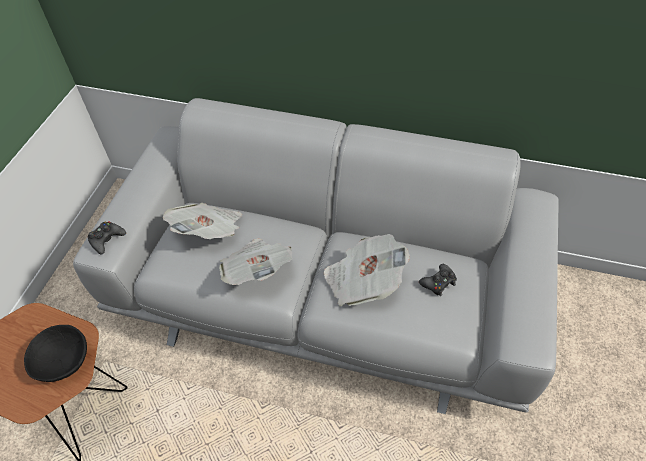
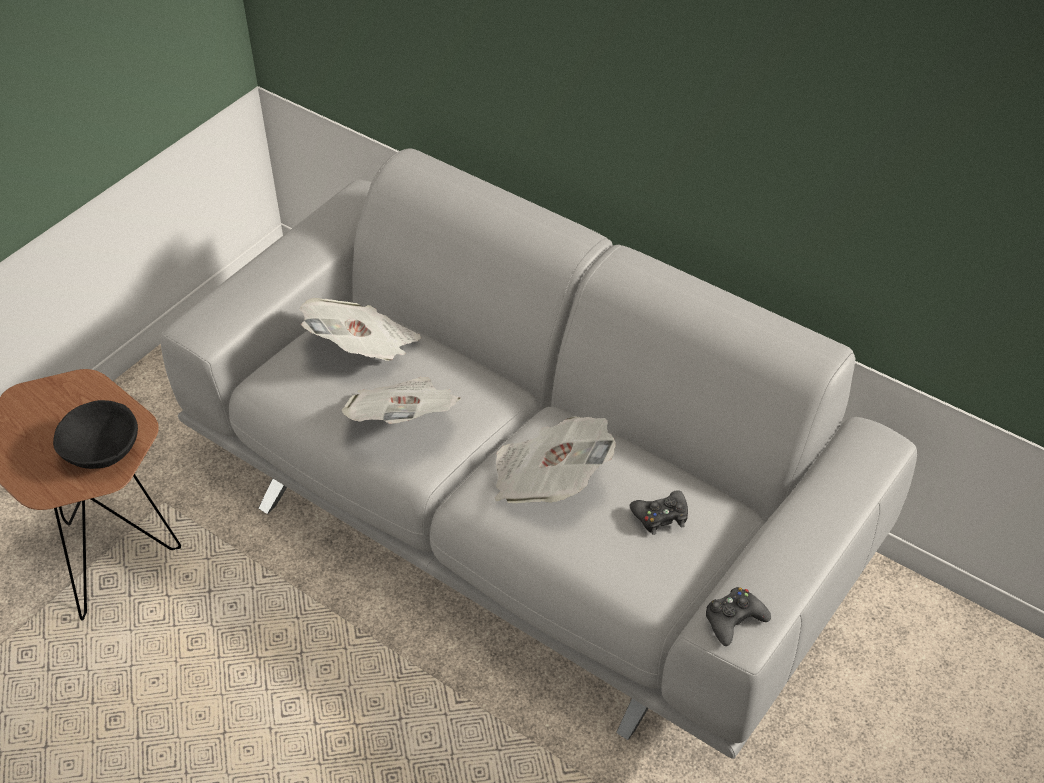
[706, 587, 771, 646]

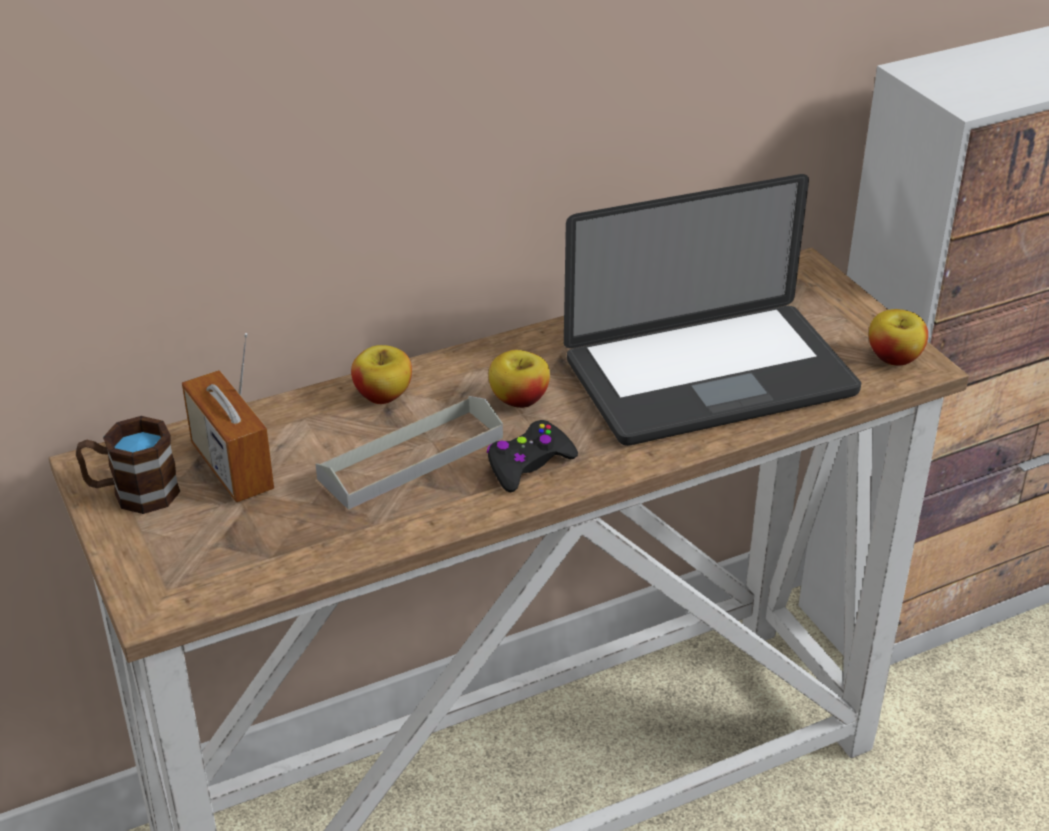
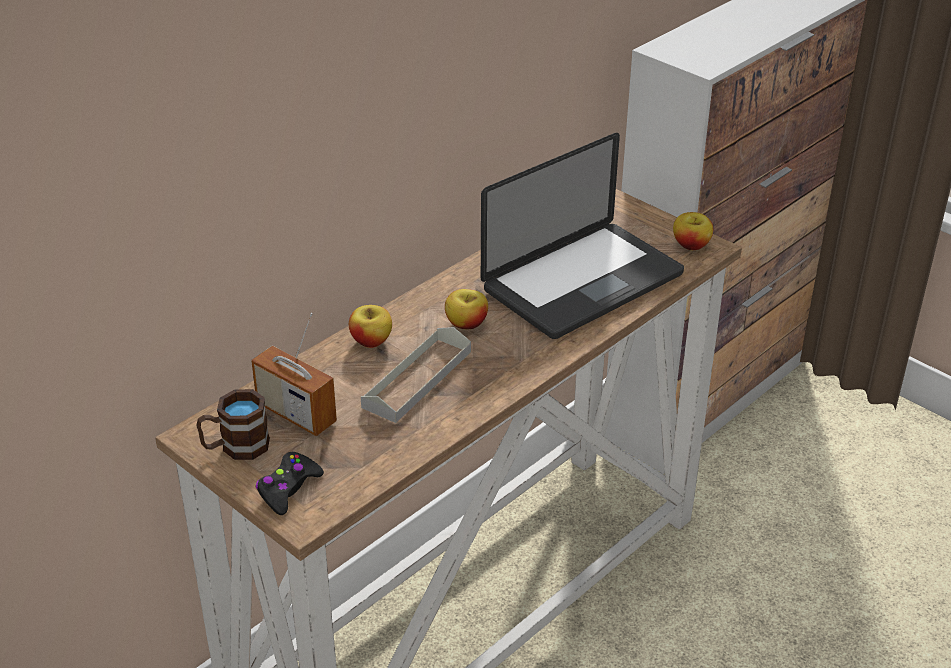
[256, 452, 324, 515]

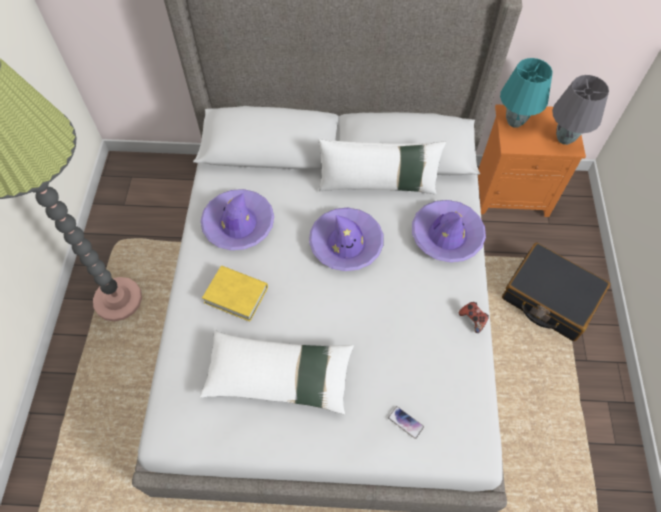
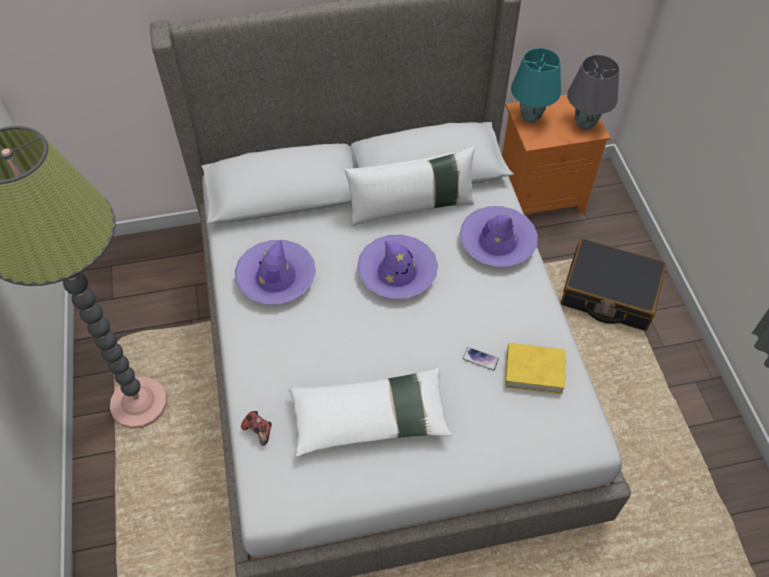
[505, 343, 566, 394]
[463, 347, 499, 371]
[241, 411, 272, 446]

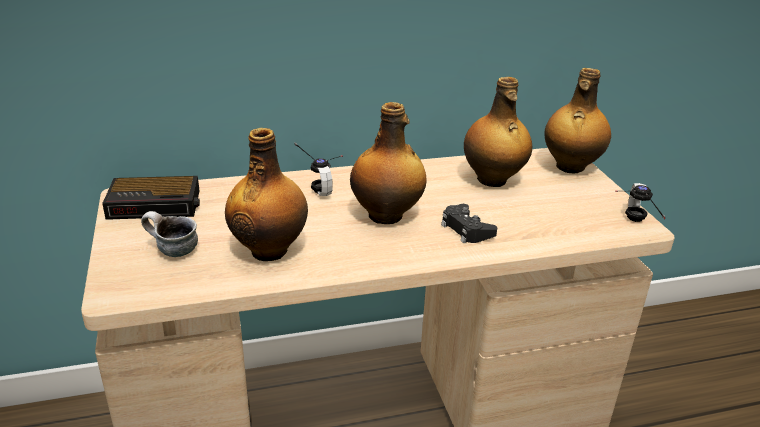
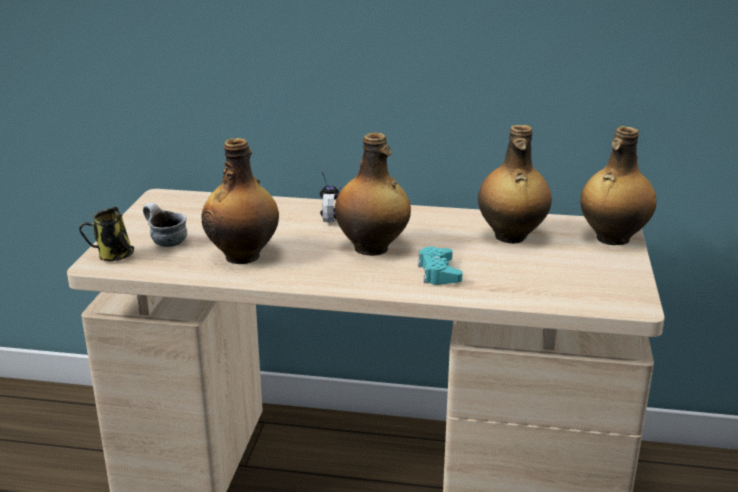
[102, 176, 200, 220] (first image)
[615, 183, 666, 222] (first image)
[79, 207, 134, 262]
[417, 247, 463, 285]

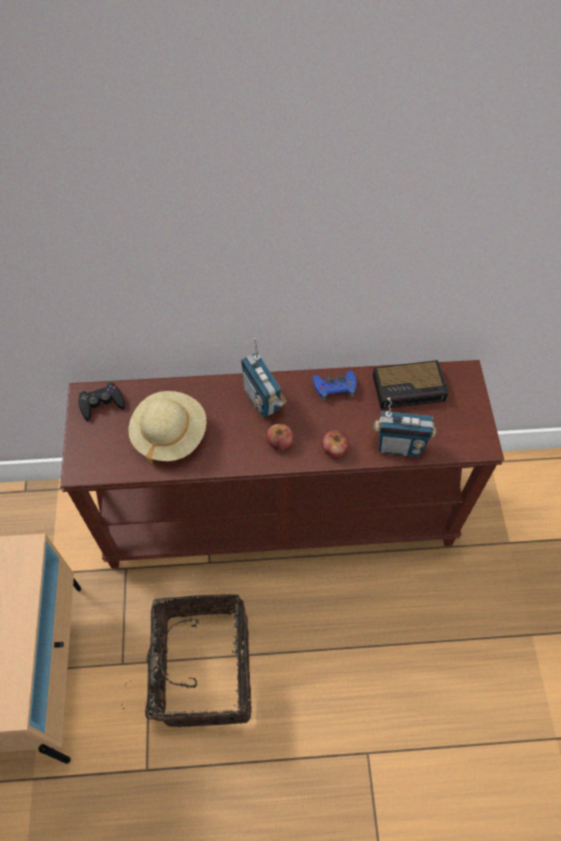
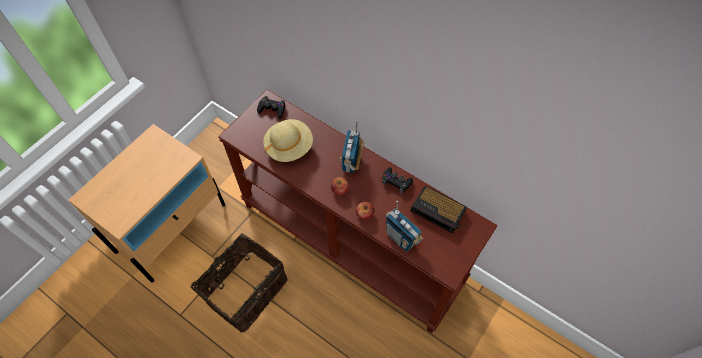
[382, 167, 413, 194]

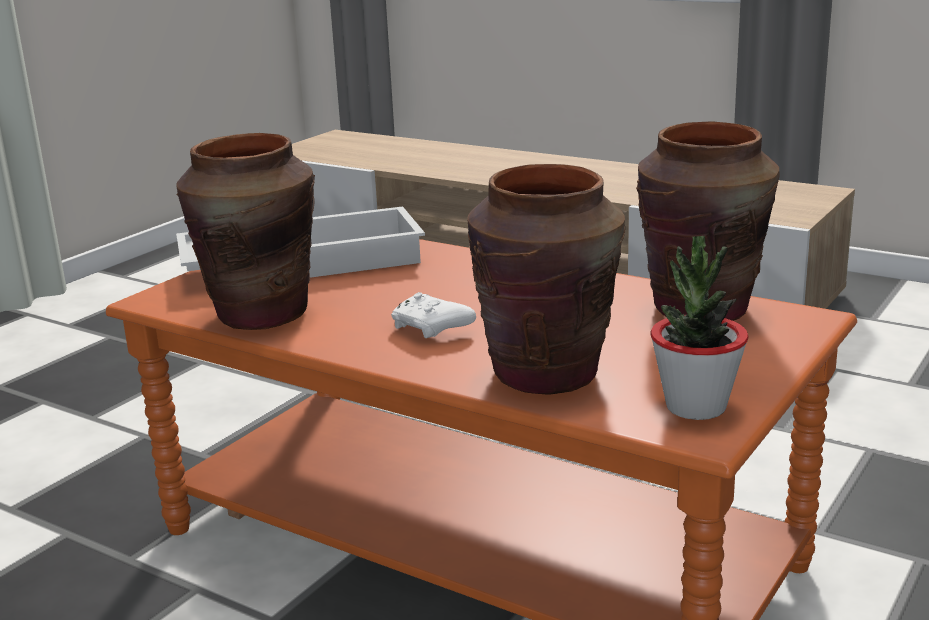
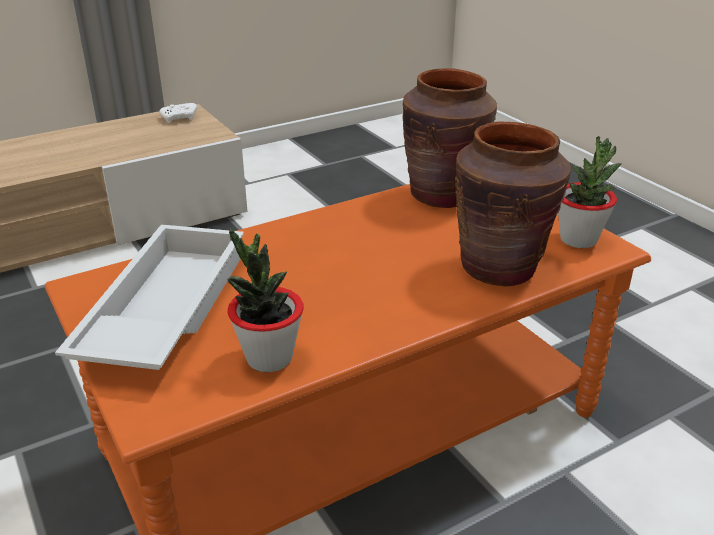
[159, 103, 197, 123]
[227, 227, 304, 372]

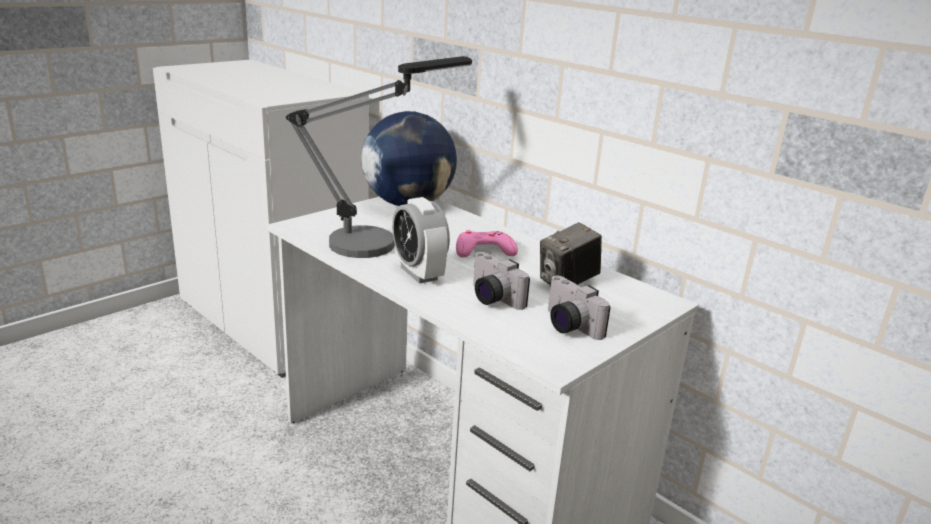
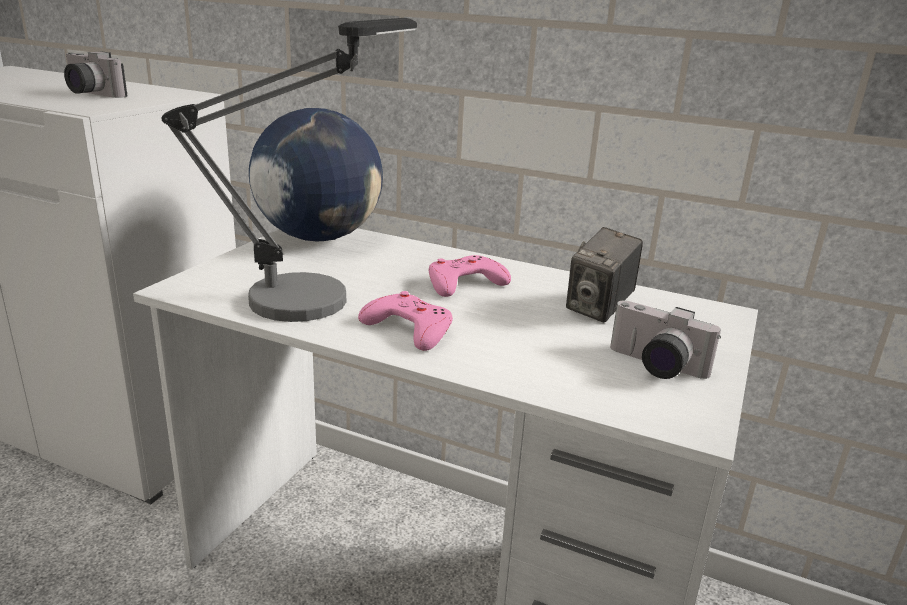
[64, 51, 128, 98]
[358, 291, 453, 351]

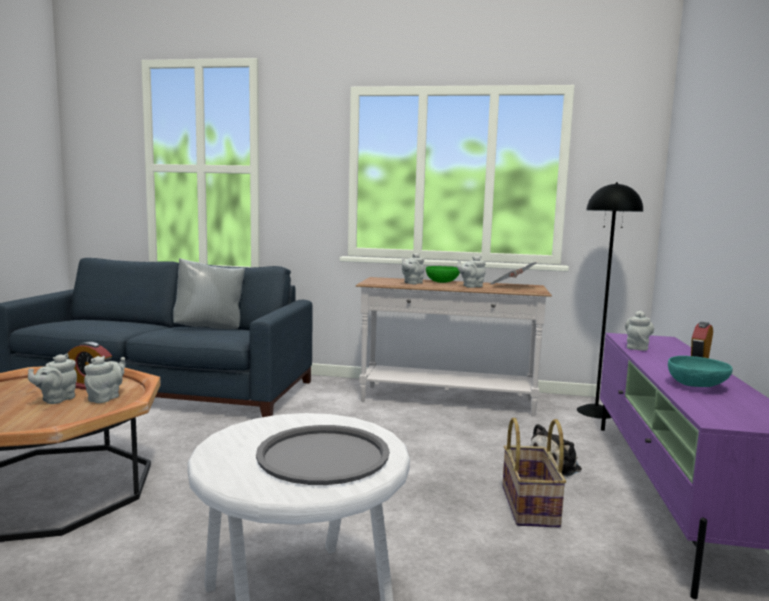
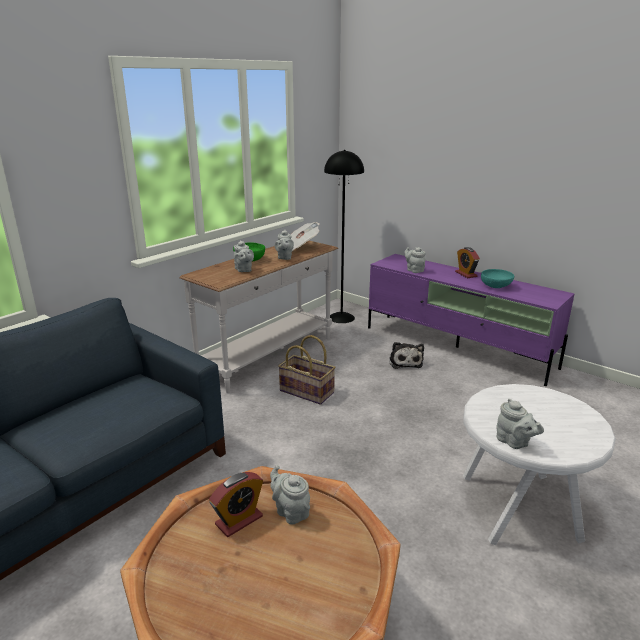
[173, 258, 245, 329] (first image)
[256, 425, 389, 485] (first image)
[496, 399, 544, 449]
[278, 335, 336, 405]

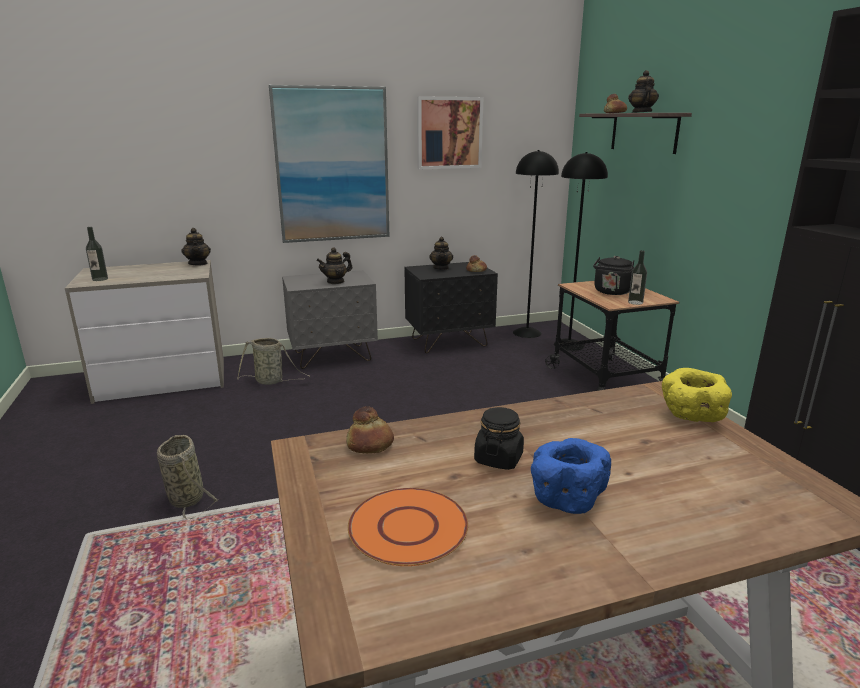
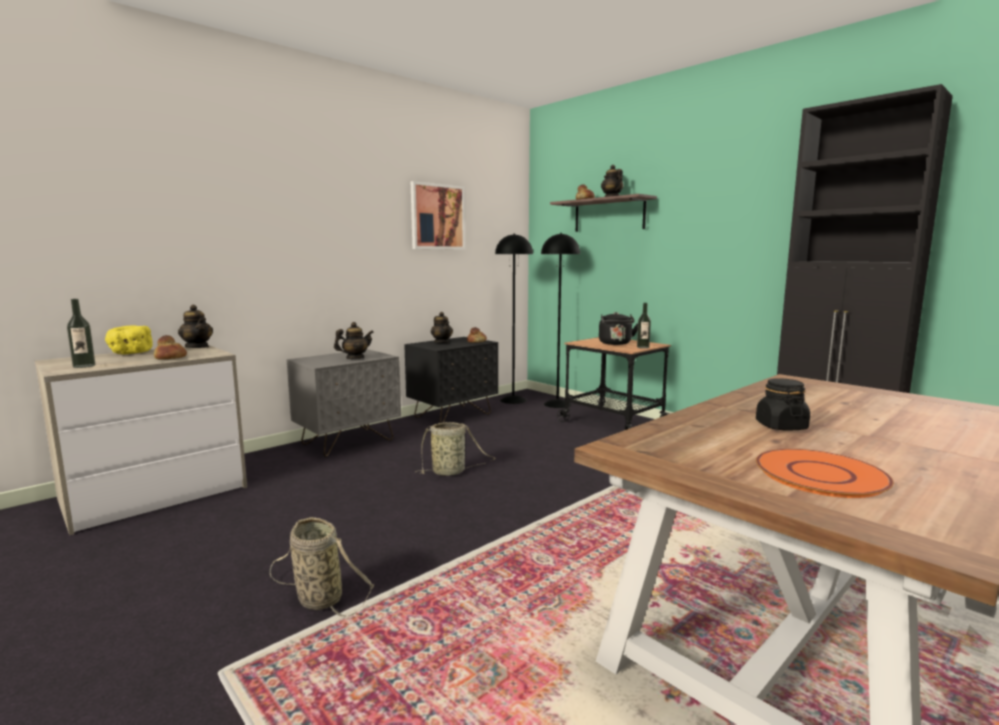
[269, 85, 390, 243] (first image)
[531, 438, 611, 514] (first image)
[415, 422, 496, 476]
[154, 335, 187, 360]
[105, 325, 153, 355]
[334, 322, 374, 359]

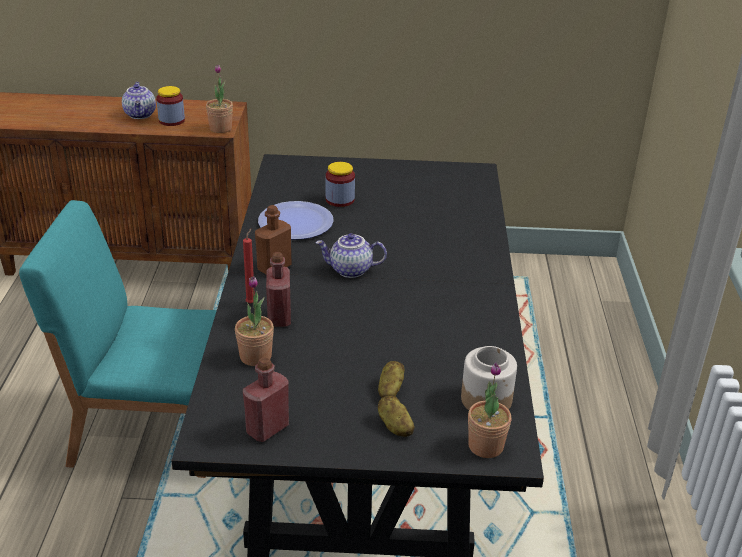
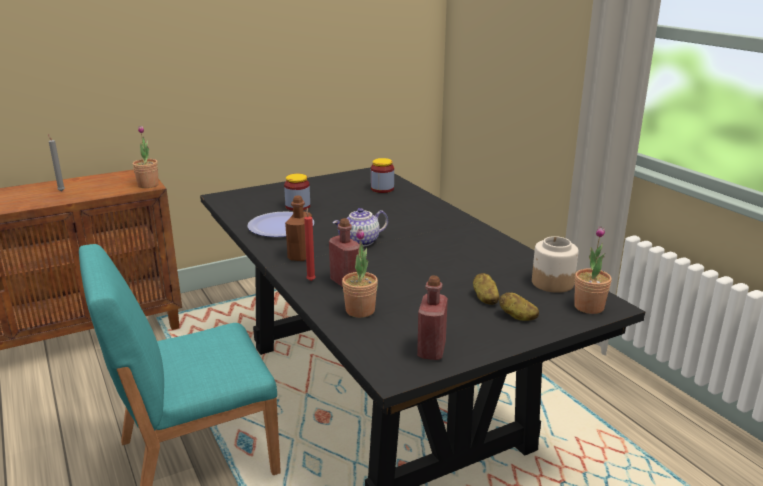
[371, 158, 394, 193]
[48, 134, 65, 191]

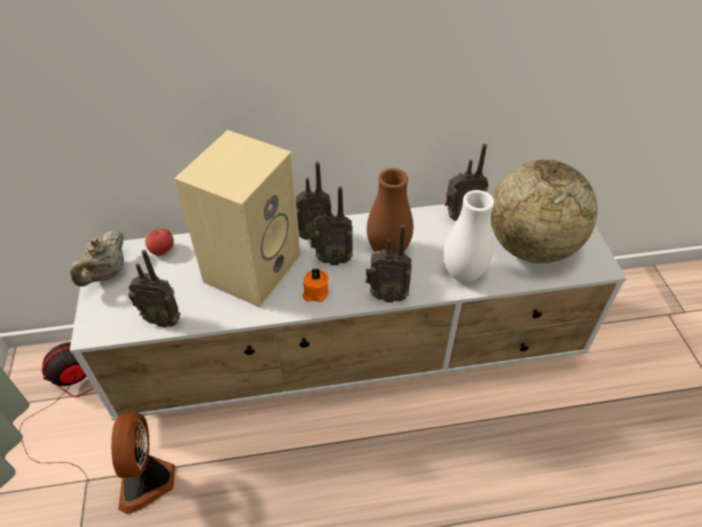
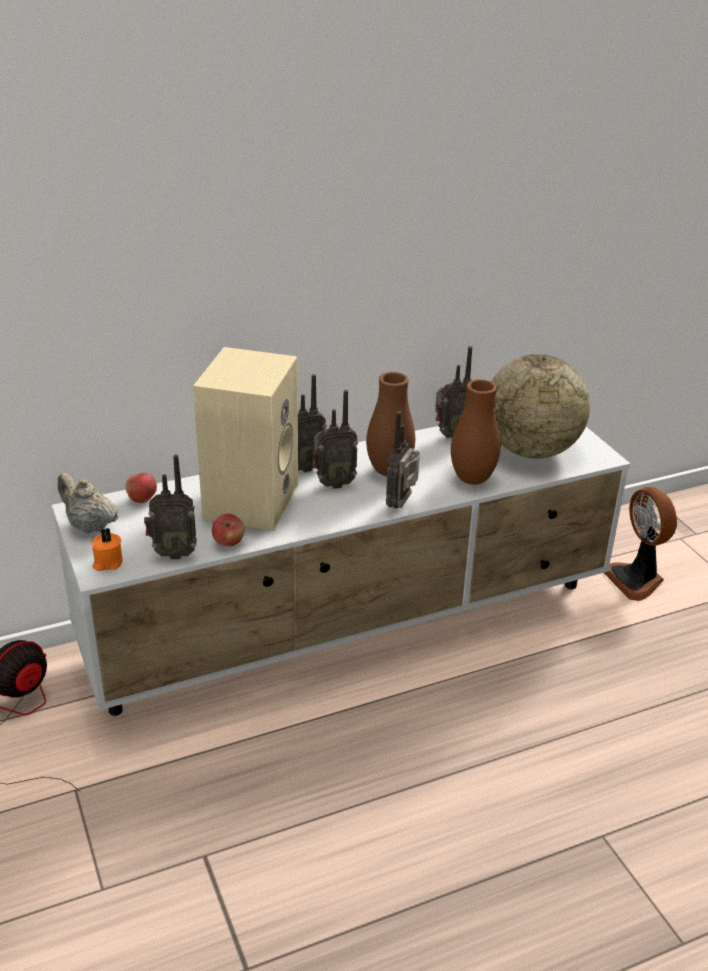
[212, 514, 245, 547]
[604, 487, 677, 601]
[92, 528, 123, 571]
[451, 379, 501, 485]
[58, 473, 119, 534]
[386, 411, 420, 509]

